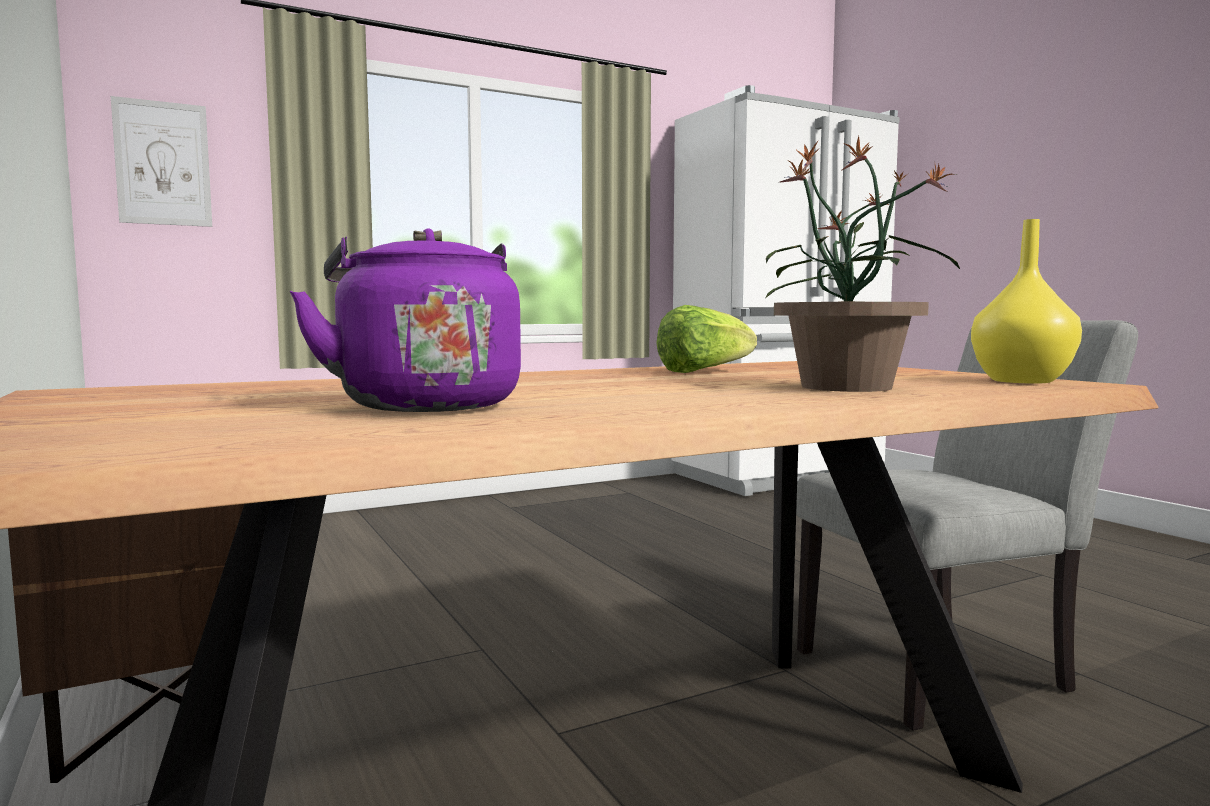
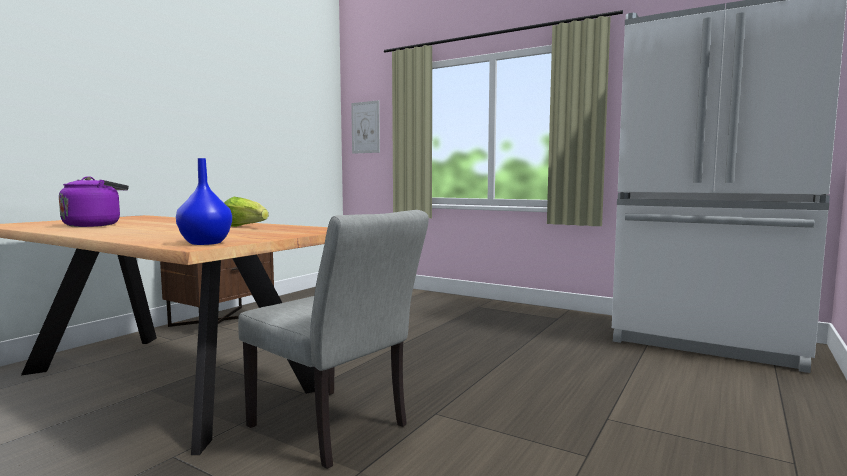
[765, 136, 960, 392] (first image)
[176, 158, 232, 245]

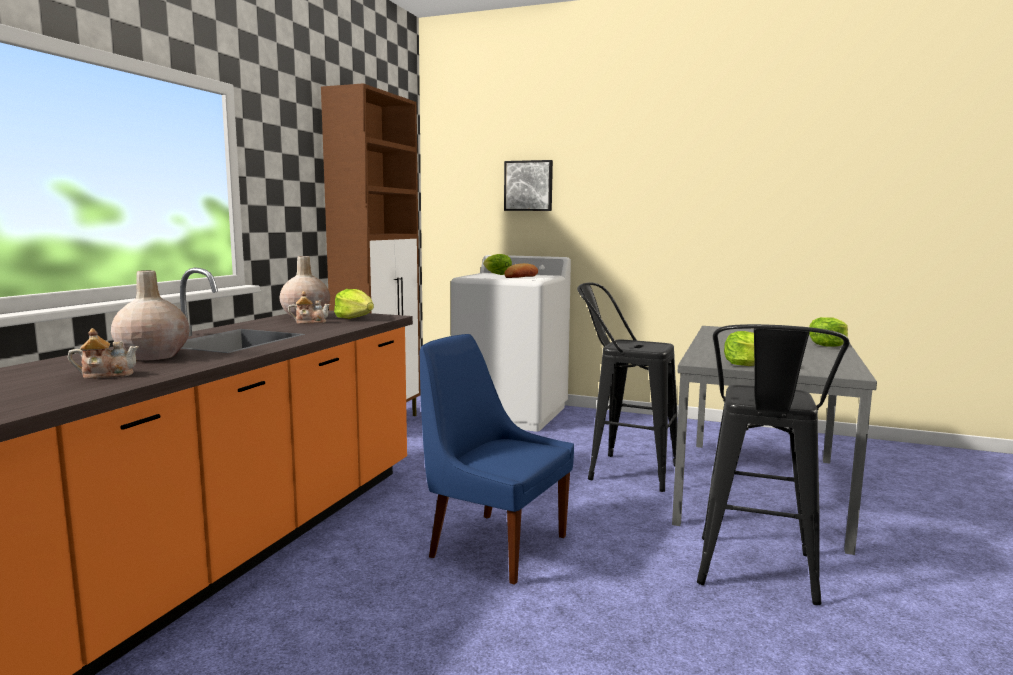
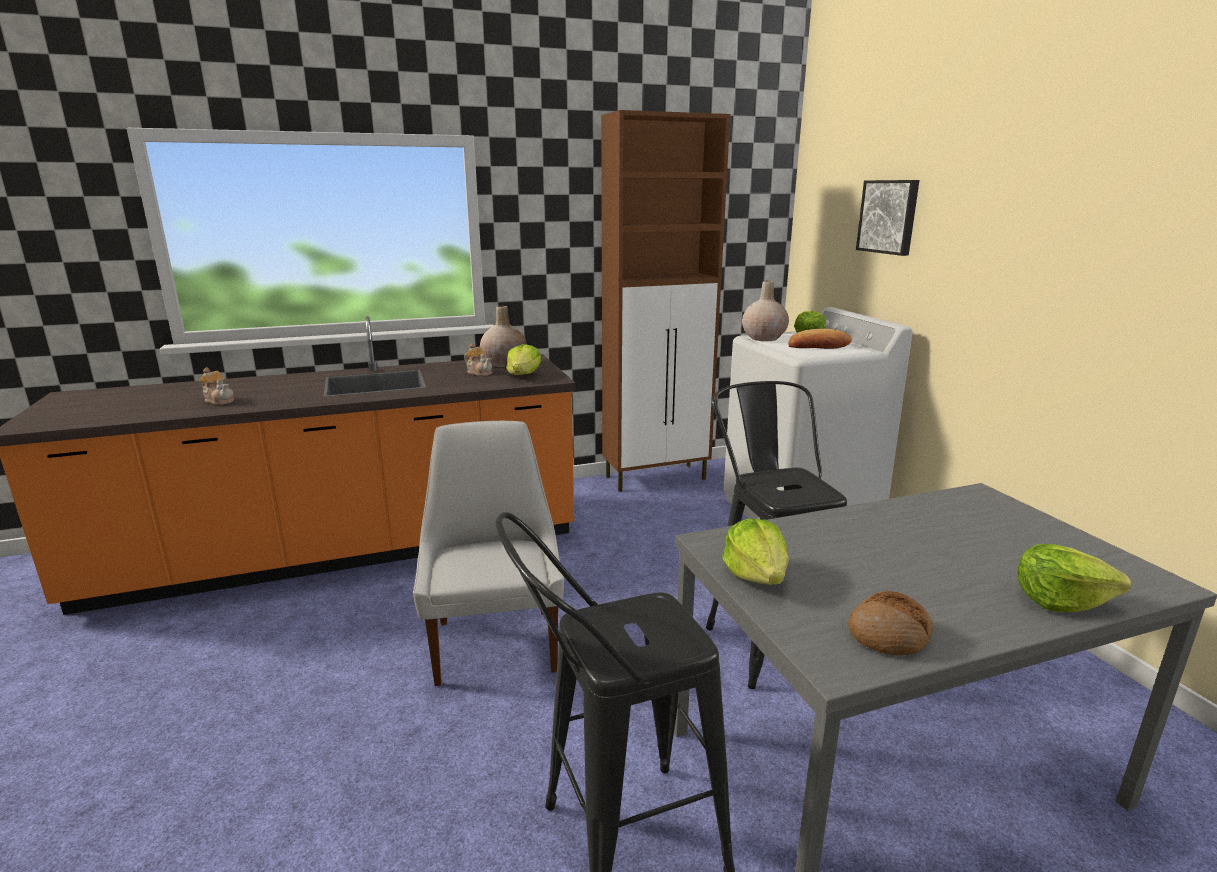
[848, 591, 934, 655]
[742, 281, 789, 341]
[413, 421, 564, 686]

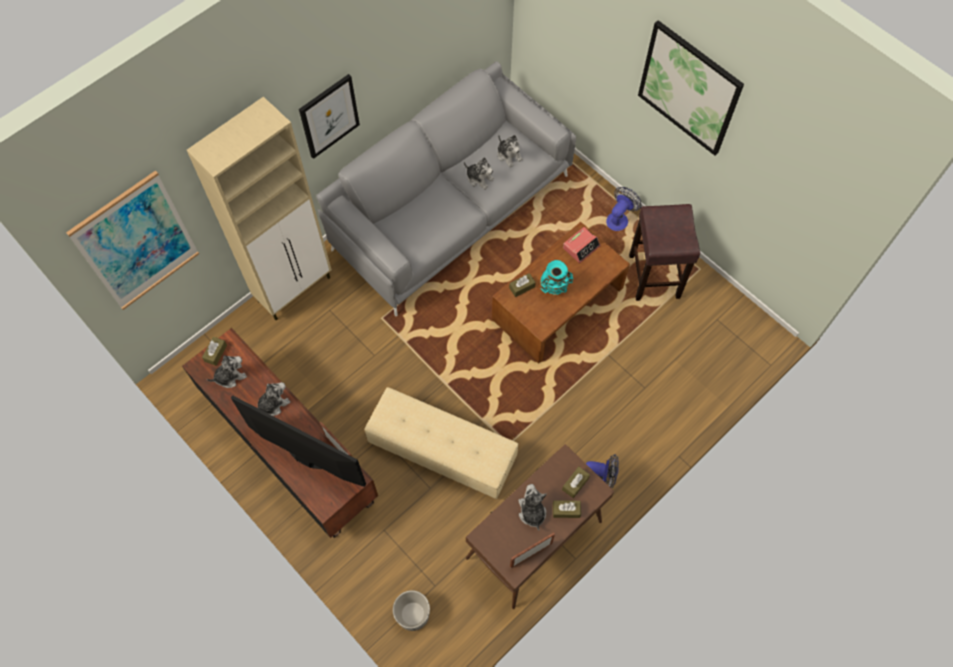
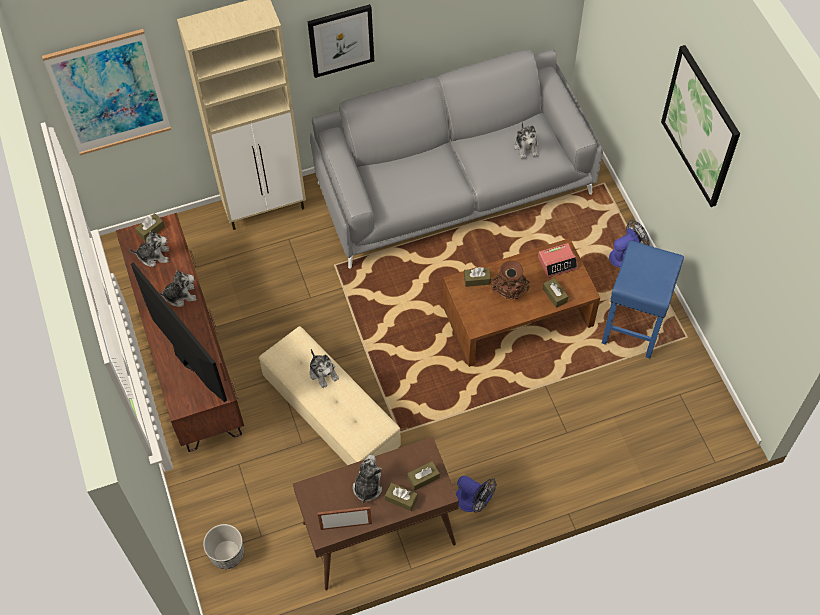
[543, 278, 568, 308]
[310, 349, 339, 388]
[491, 261, 530, 299]
[602, 240, 684, 359]

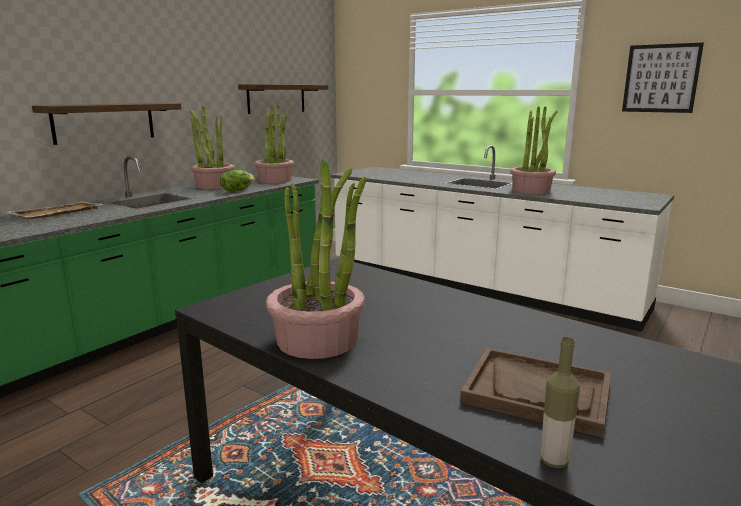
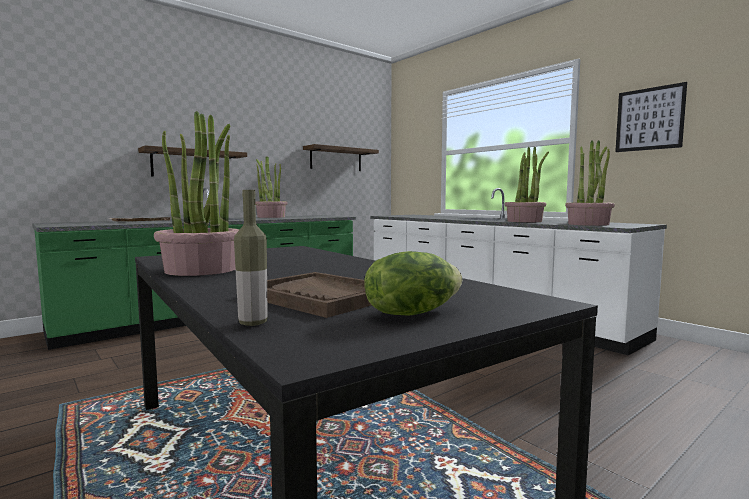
[364, 251, 462, 316]
[565, 140, 615, 226]

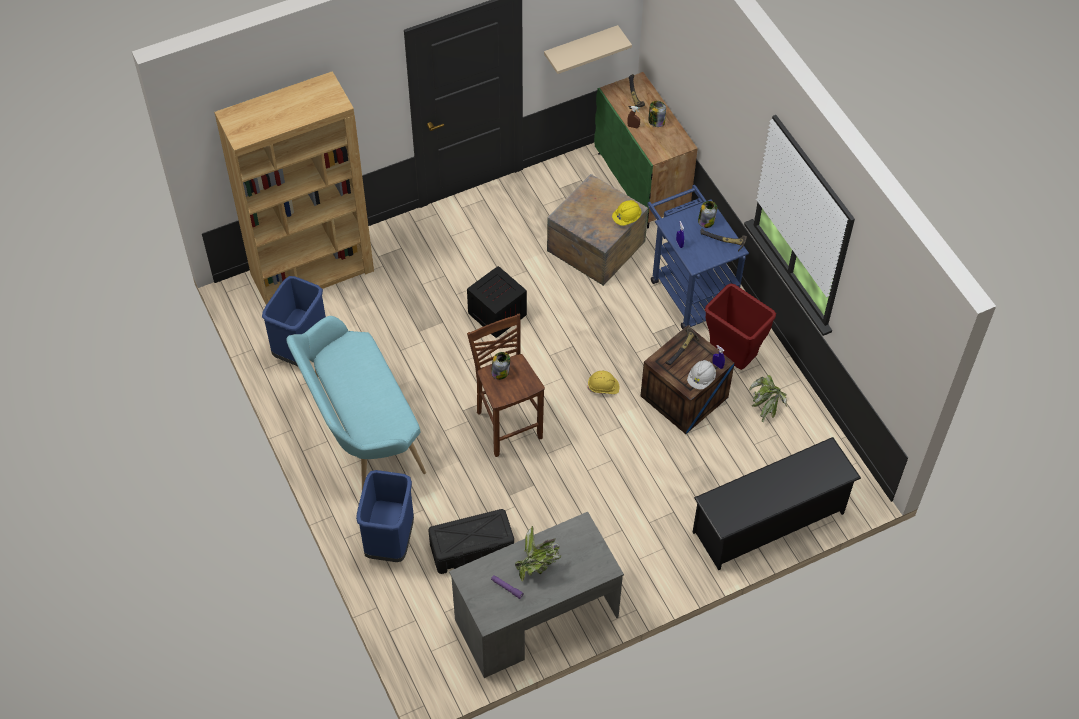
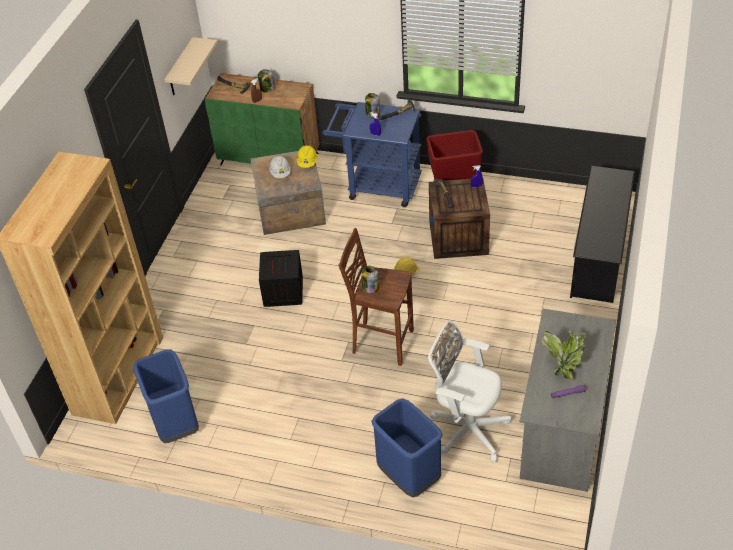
[286, 316, 426, 490] (first image)
[750, 375, 787, 422] (first image)
[269, 156, 290, 178]
[428, 320, 512, 462]

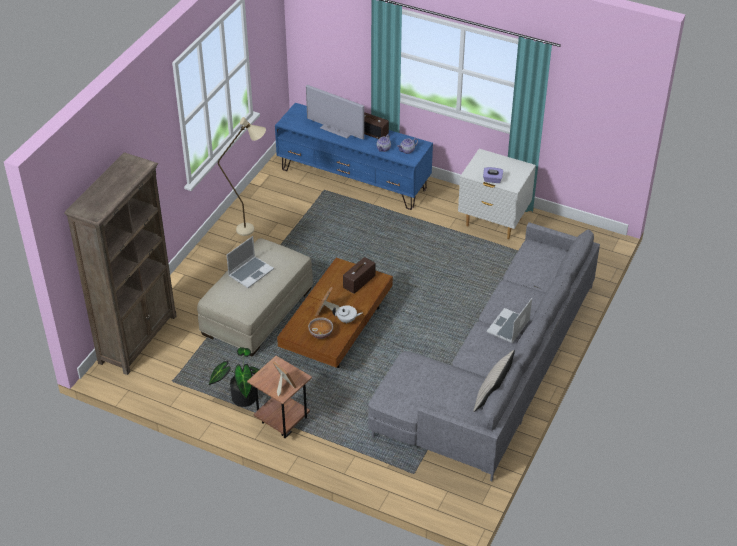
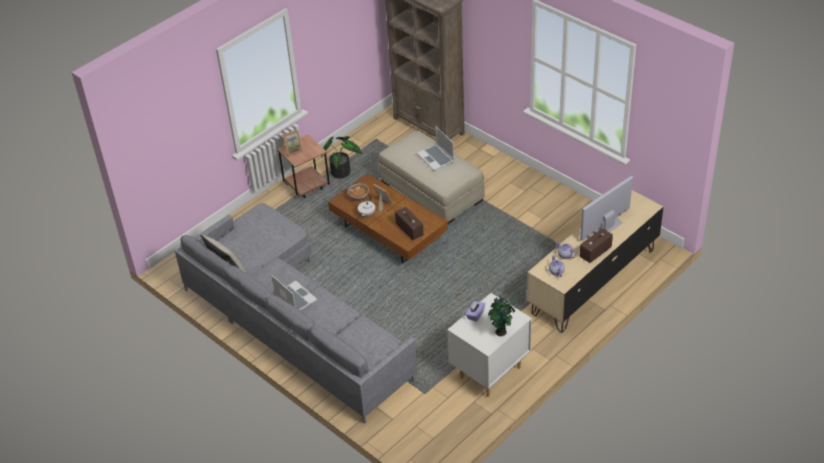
[218, 117, 266, 236] (first image)
[488, 296, 515, 336]
[527, 190, 664, 333]

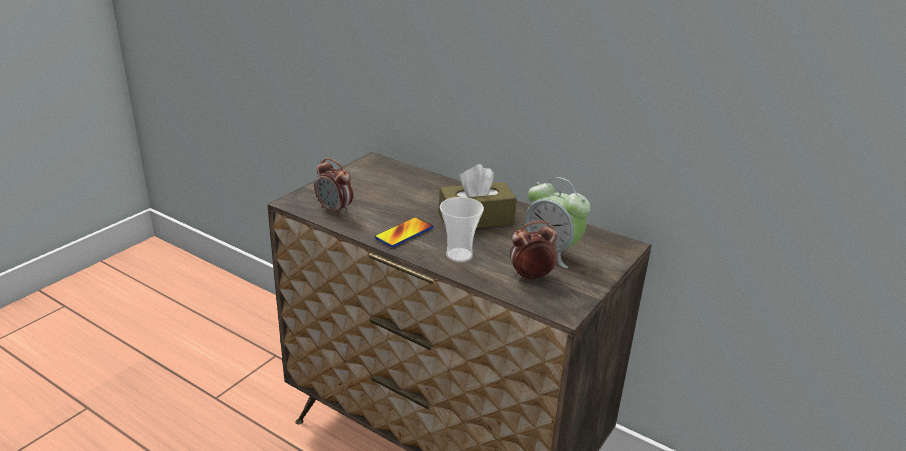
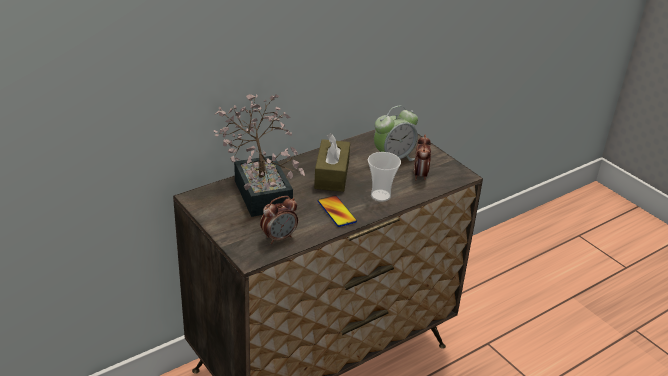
[214, 94, 305, 217]

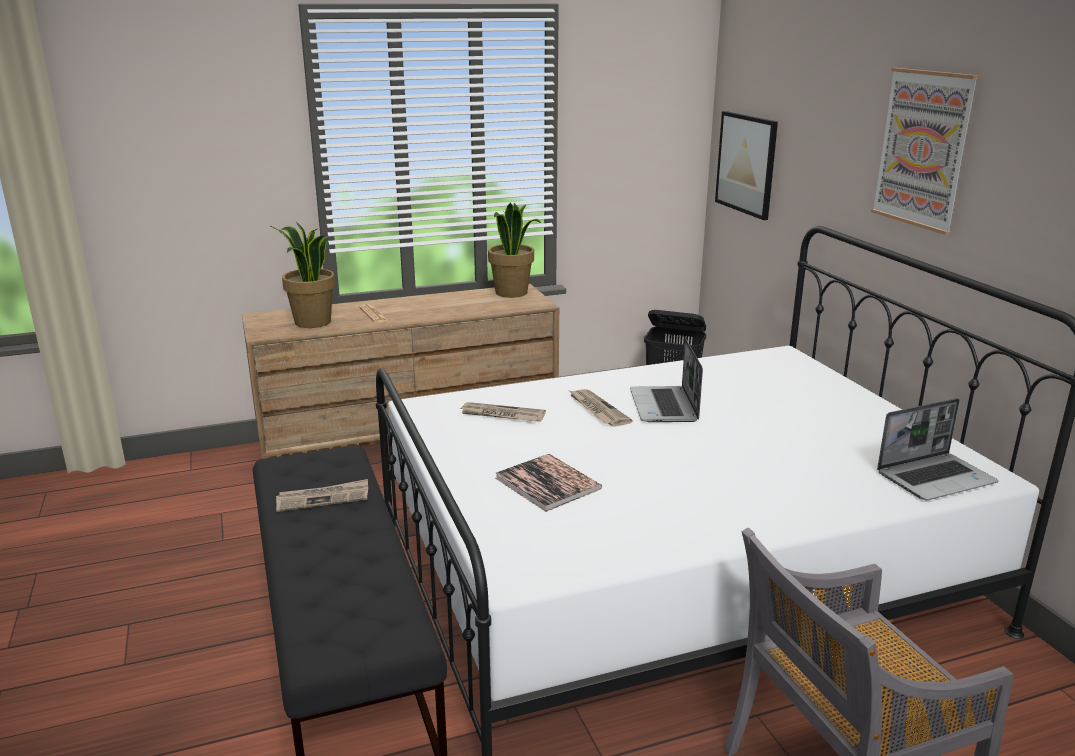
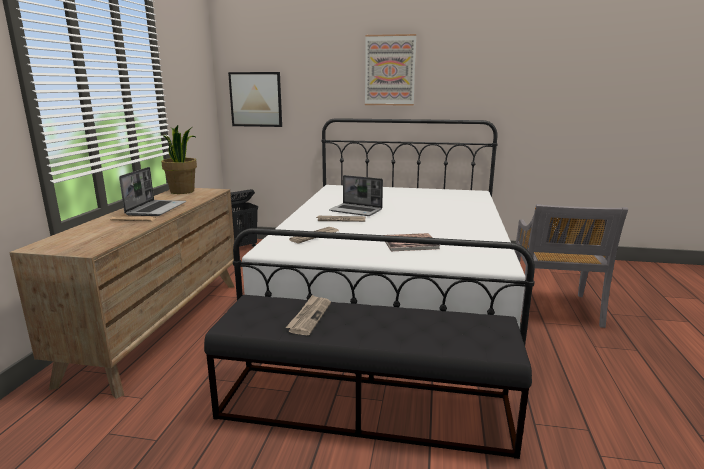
[269, 222, 335, 328] (first image)
[119, 167, 186, 216]

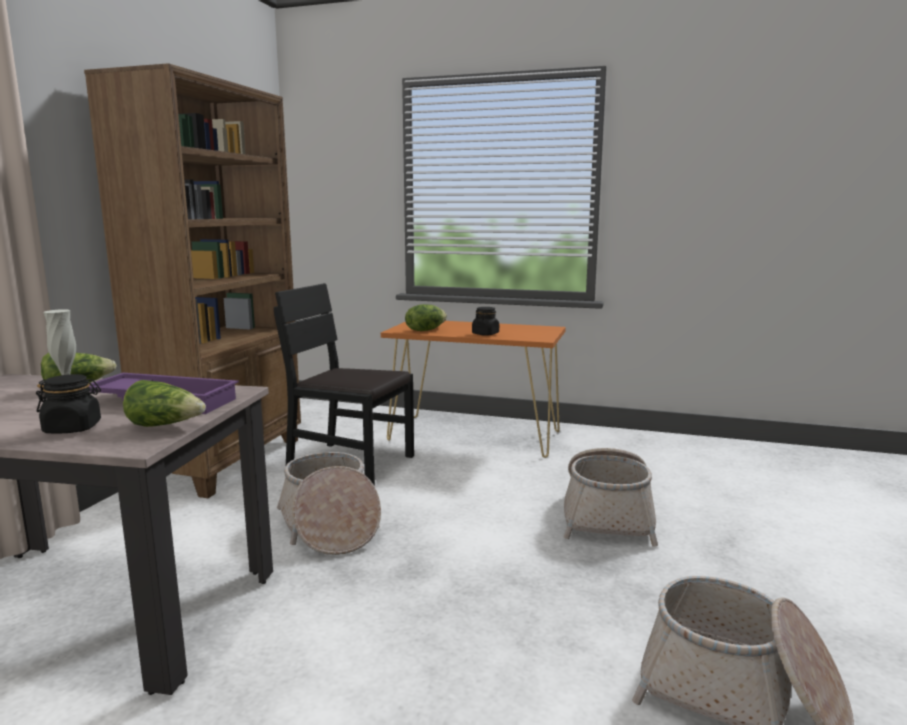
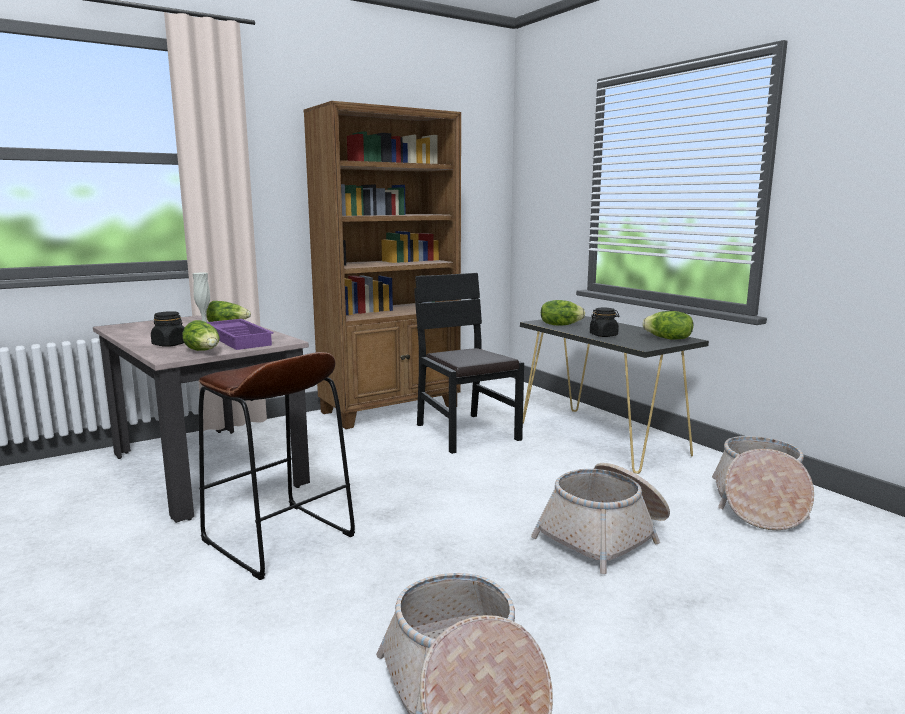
[199, 352, 355, 580]
[642, 311, 693, 340]
[712, 436, 814, 530]
[520, 316, 709, 474]

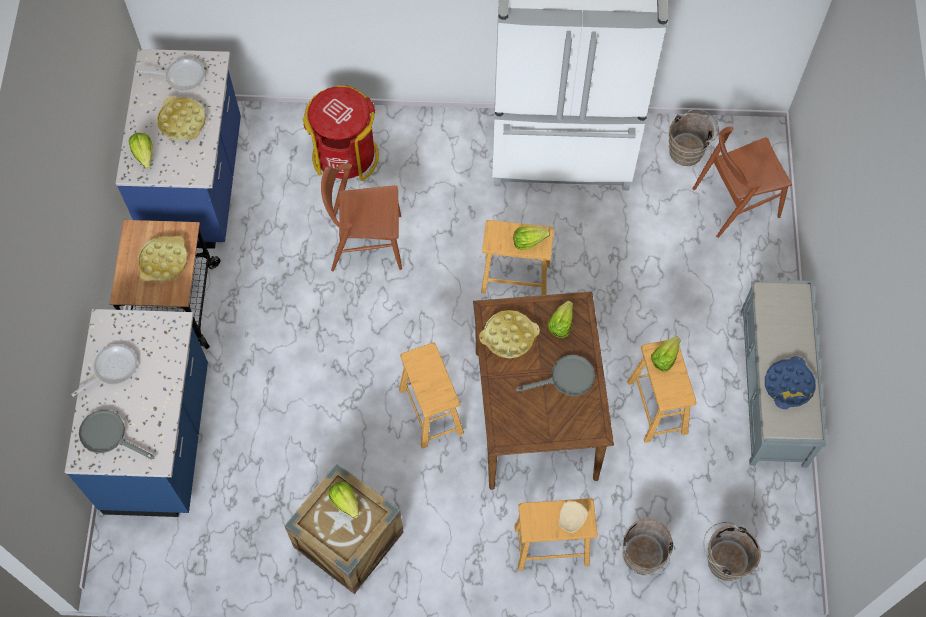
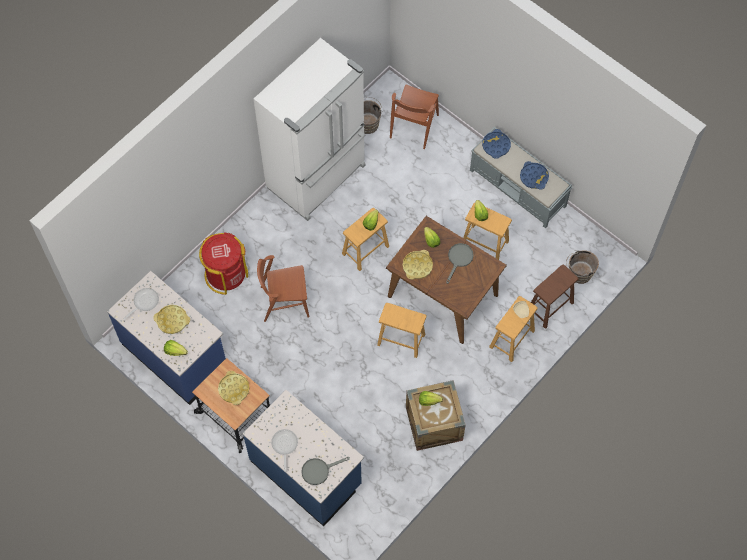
[482, 129, 511, 159]
[531, 265, 579, 329]
[257, 255, 309, 322]

